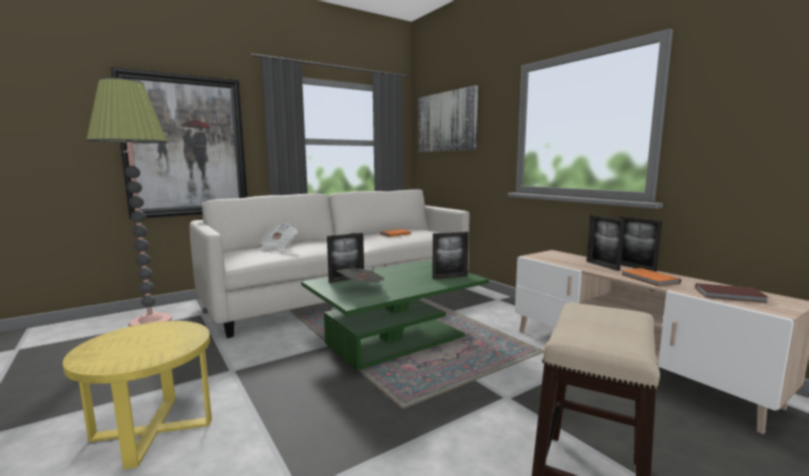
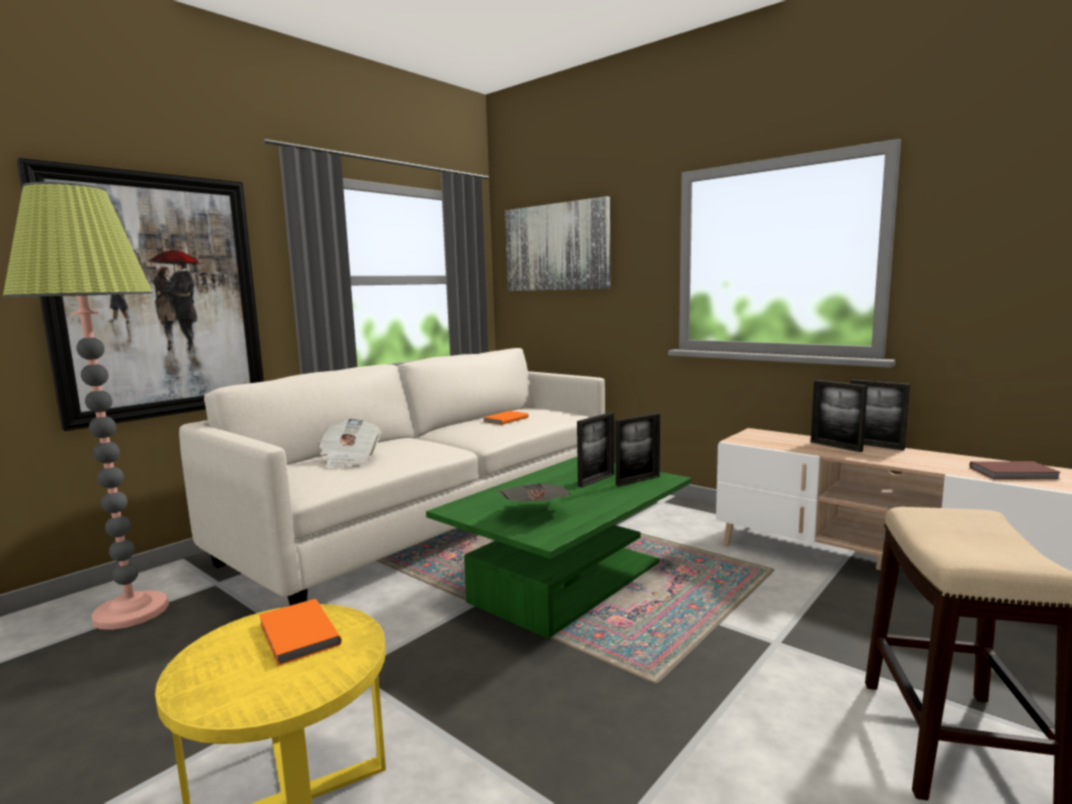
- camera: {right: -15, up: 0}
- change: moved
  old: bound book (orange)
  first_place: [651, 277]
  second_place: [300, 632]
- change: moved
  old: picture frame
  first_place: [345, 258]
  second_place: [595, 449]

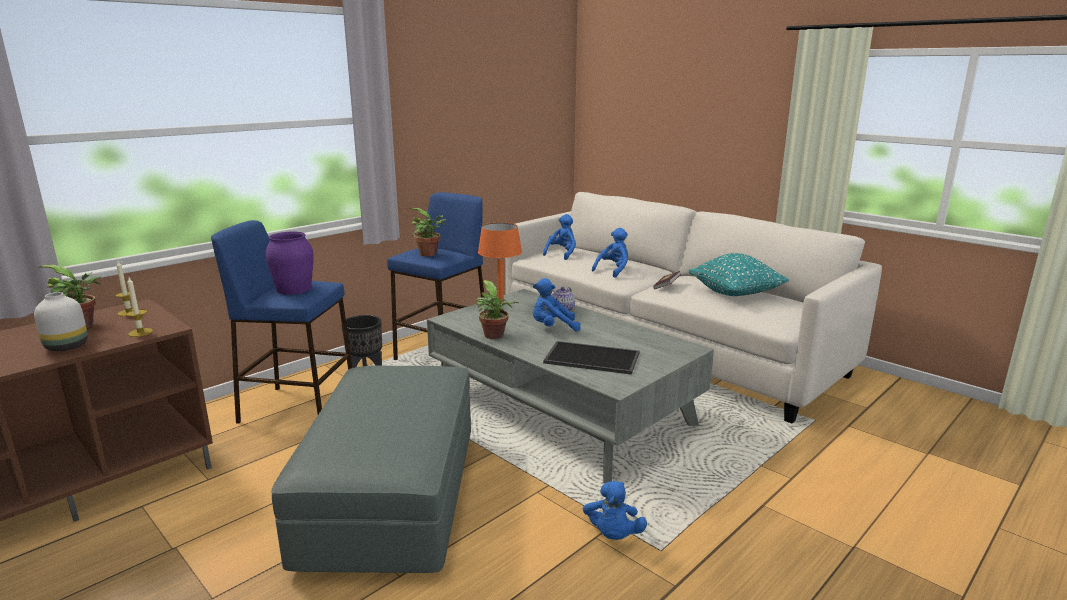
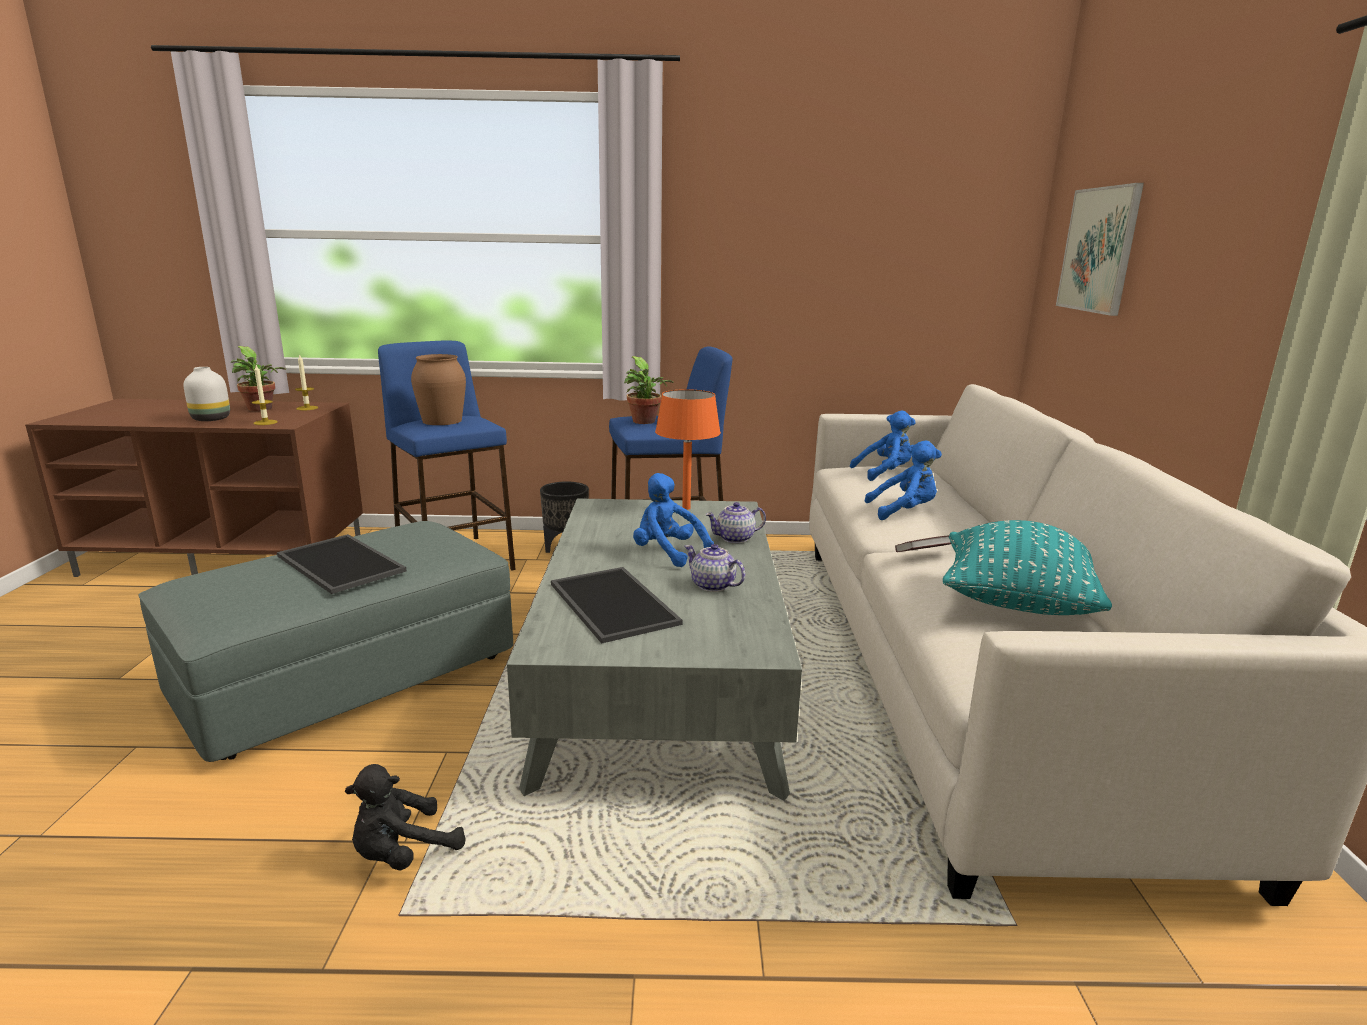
- camera: {right: 45, up: 0}
- change: added
  new: carrying tray
  second_place: [341, 564]
- change: recoloured
  old: cuddly toy (bluish)
  new: cuddly toy (black-coloured)
  first_place: [615, 510]
  second_place: [405, 817]
- change: recoloured
  old: flower vase (purple-coloured)
  new: flower vase (brown)
  first_place: [289, 263]
  second_place: [438, 389]
- change: added
  new: teapot
  second_place: [715, 568]
- change: added
  new: wall art
  second_place: [1100, 249]
- change: removed
  old: potted plant
  first_place: [497, 309]

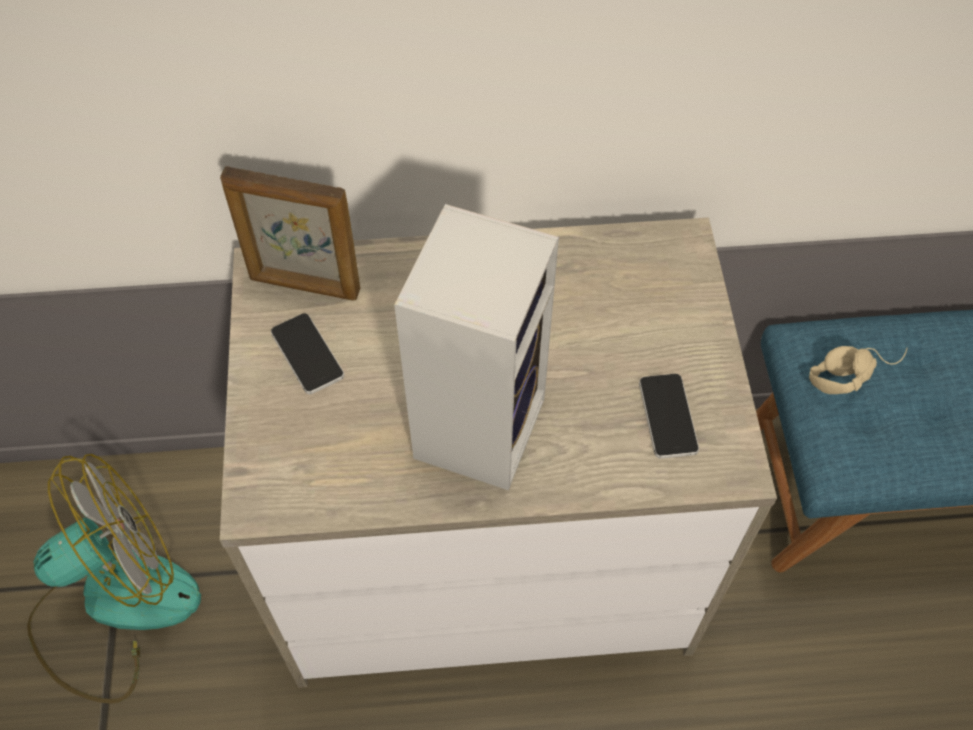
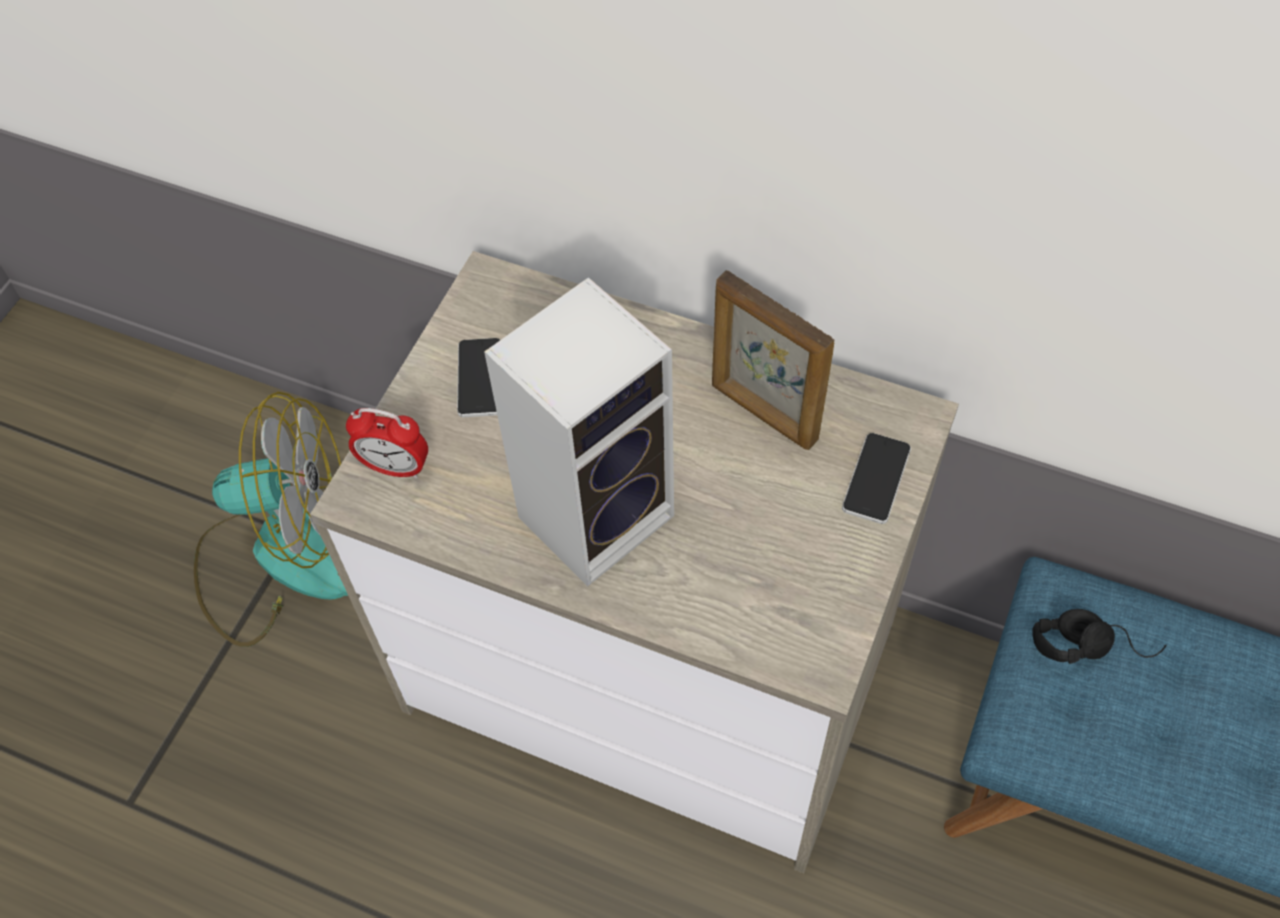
- camera: {right: 30, up: 0}
- change: added
  new: alarm clock
  second_place: [387, 443]
- change: moved
  old: picture frame
  first_place: [290, 233]
  second_place: [773, 360]
- change: moved
  old: handset
  first_place: [669, 416]
  second_place: [876, 478]
- change: recoloured
  old: pair of headphones (beige)
  new: pair of headphones (black-coloured)
  first_place: [858, 370]
  second_place: [1099, 636]

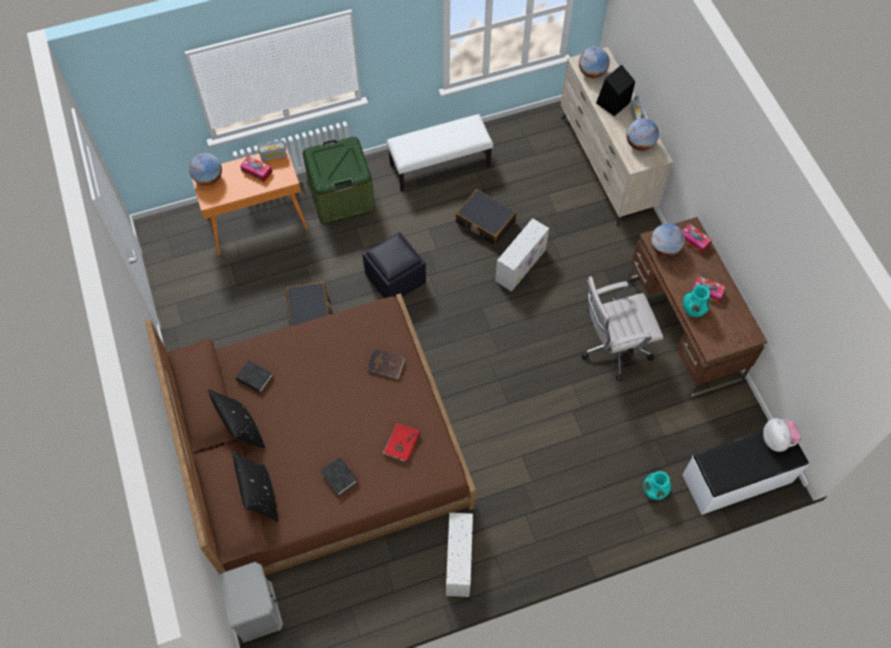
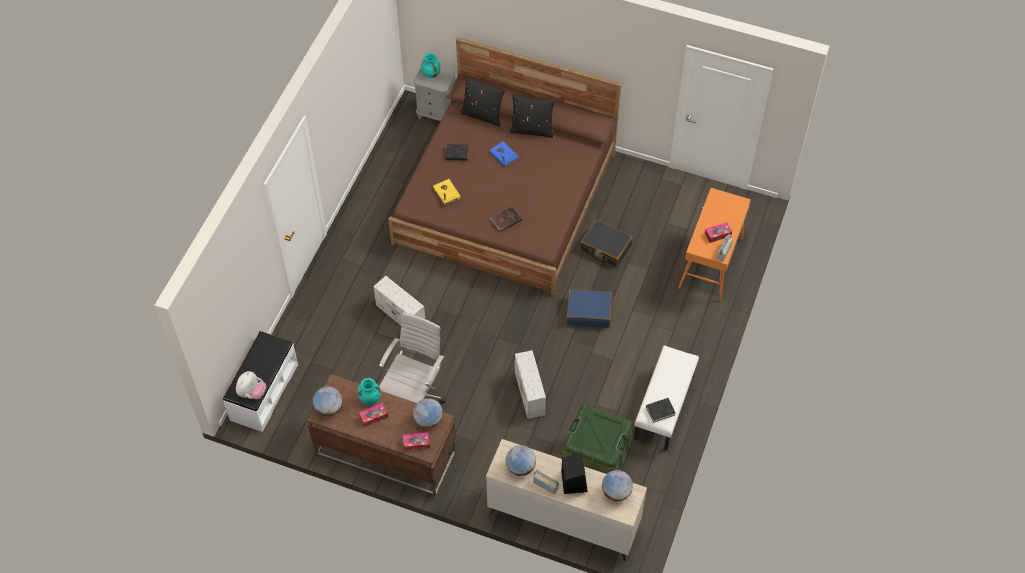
- camera: {right: 130, up: -5}
- change: turned
  old: cuddly toy
  first_place: [782, 435]
  second_place: [251, 385]
  degrees: -90
- change: moved
  old: world globe
  first_place: [205, 169]
  second_place: [328, 401]
- change: moved
  old: storage box (whitish)
  first_place: [459, 555]
  second_place: [399, 300]
- change: moved
  old: flower vase (turquoise)
  first_place: [657, 485]
  second_place: [431, 65]
- change: recoloured
  old: bound book (reddish)
  new: bound book (yellow)
  first_place: [401, 442]
  second_place: [447, 192]
- change: added
  new: bound book (bluish)
  second_place: [504, 154]
- change: moved
  old: storage box (green)
  first_place: [339, 180]
  second_place: [598, 439]
- change: replaced
  old: footrest (black-coloured)
  new: suitcase (bluish)
  first_place: [394, 265]
  second_place: [589, 309]
- change: moved
  old: bound book (black-coloured)
  first_place: [254, 376]
  second_place: [661, 410]
- change: removed
  old: suitcase (black-coloured)
  first_place: [485, 217]

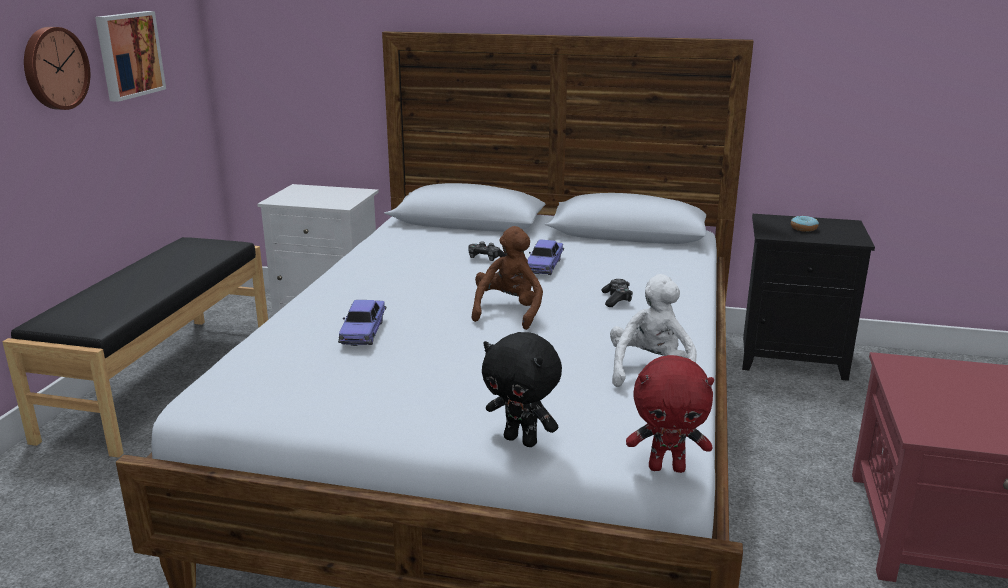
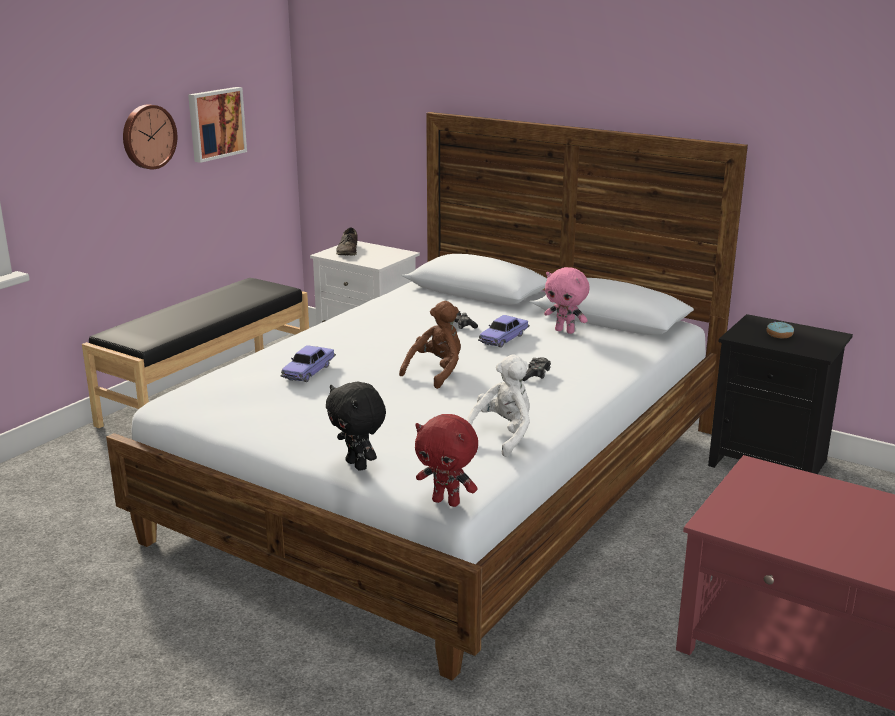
- camera: {right: 20, up: 0}
- change: added
  new: shoe (brown)
  second_place: [347, 242]
- change: added
  new: cuddly toy (pinkish)
  second_place: [566, 300]

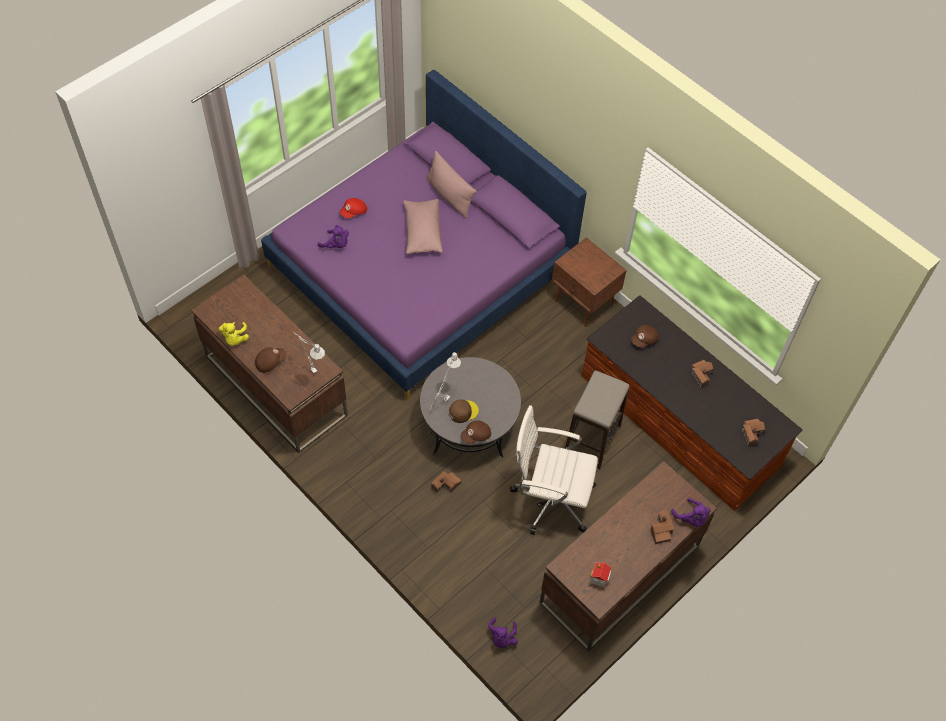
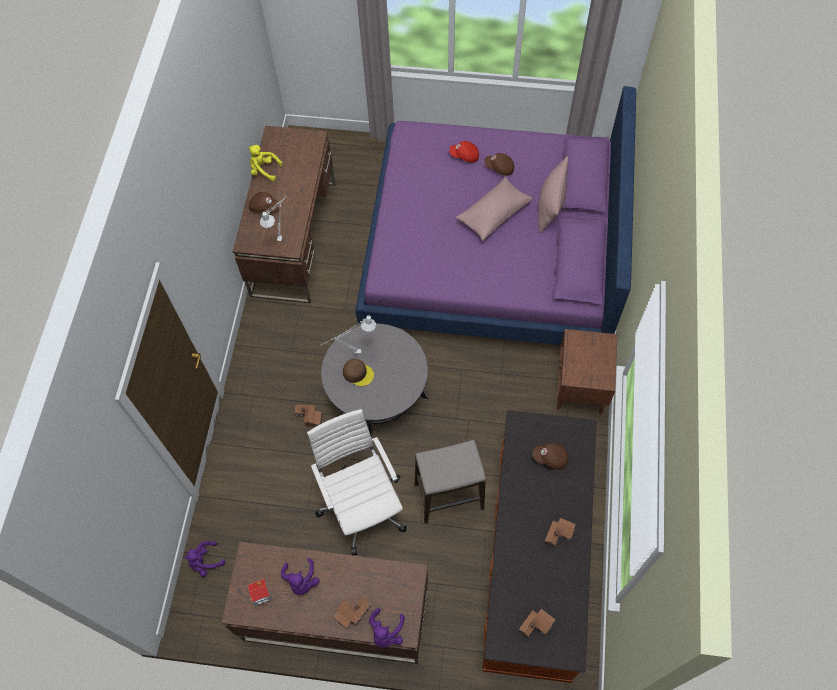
- camera: {right: 55, up: 5}
- change: turned
  old: cuddly toy (yellow)
  first_place: [234, 334]
  second_place: [265, 163]
  degrees: 60
- change: moved
  old: cuddly toy (purple-coloured)
  first_place: [333, 236]
  second_place: [300, 576]
- change: moved
  old: cap (brown)
  first_place: [476, 432]
  second_place: [499, 164]

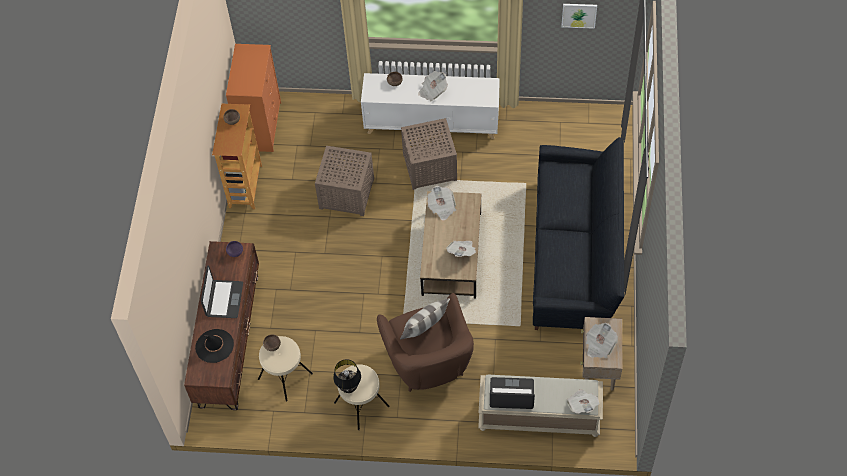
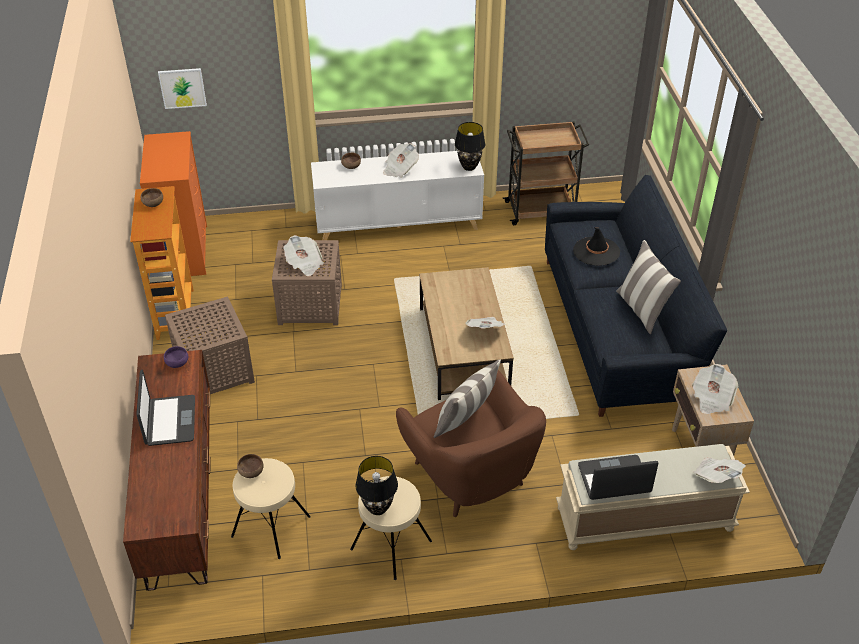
- camera: {right: -15, up: -15}
- change: moved
  old: wall art
  first_place: [579, 16]
  second_place: [182, 88]
- change: moved
  old: side table (brown)
  first_place: [429, 154]
  second_place: [210, 345]
- change: moved
  old: newspaper
  first_place: [441, 203]
  second_place: [303, 255]
- change: added
  new: tabletop lamp (black-coloured)
  second_place: [470, 146]
- change: added
  new: cart (brown)
  second_place: [546, 173]
- change: moved
  old: wearable hat (black-coloured)
  first_place: [214, 346]
  second_place: [596, 246]
- change: added
  new: cushion
  second_place: [648, 287]

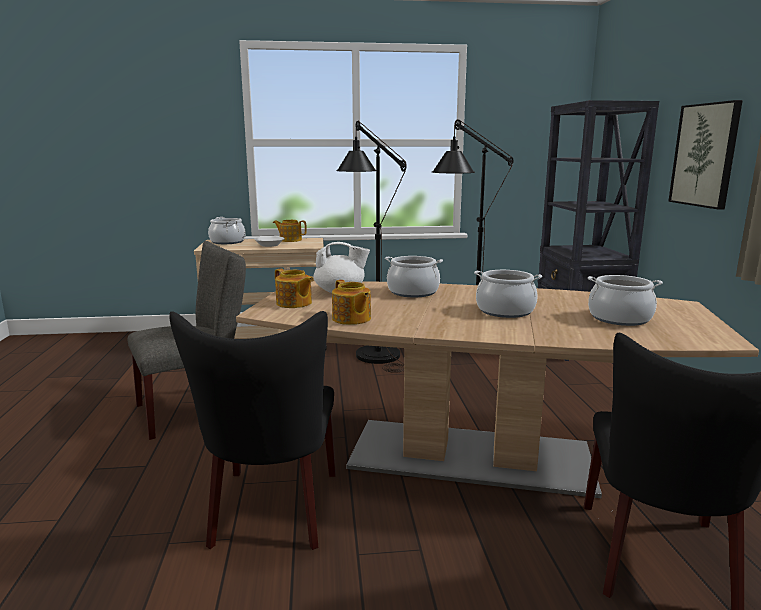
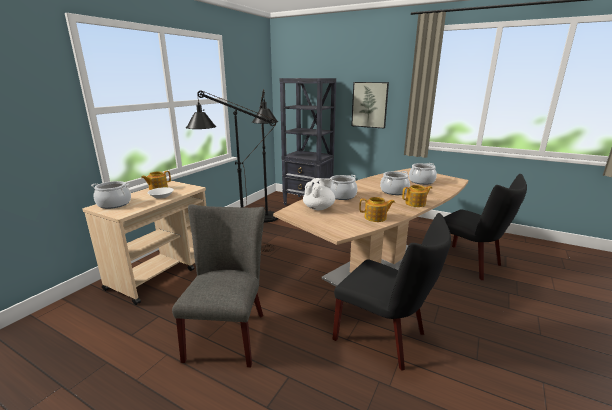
- camera: {right: -55, up: 5}
- change: moved
  old: teapot
  first_place: [294, 288]
  second_place: [417, 196]

